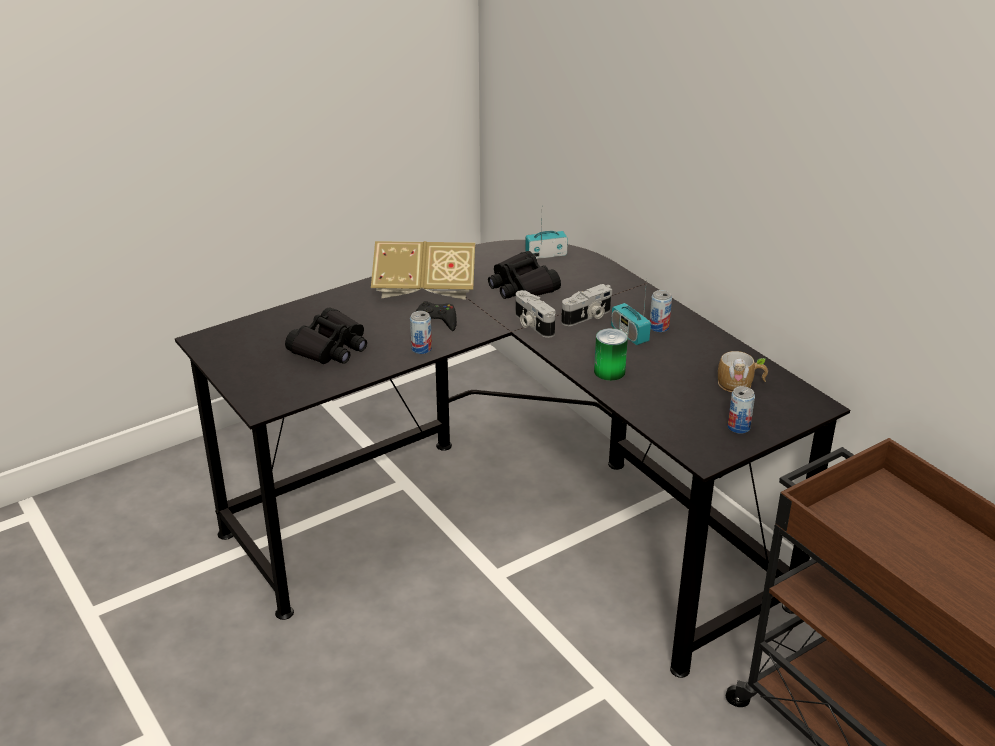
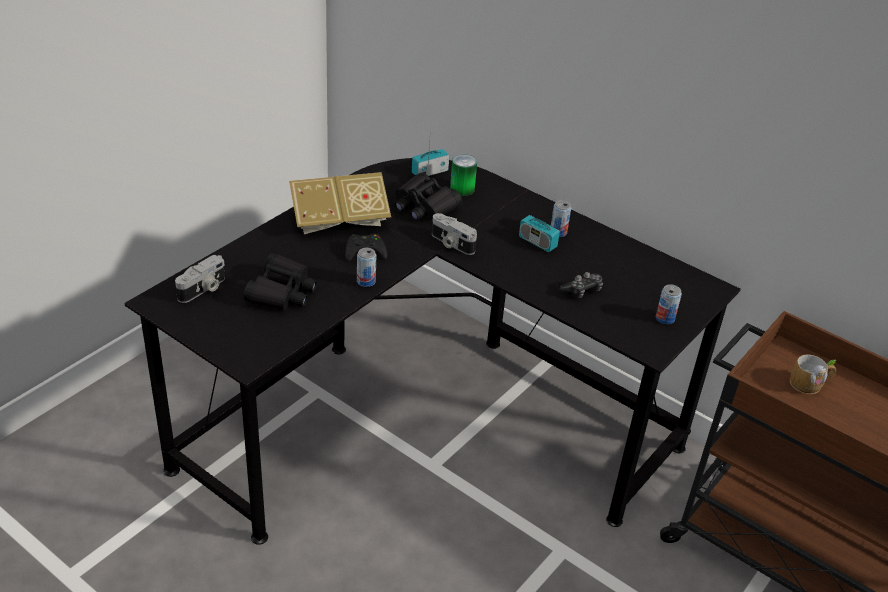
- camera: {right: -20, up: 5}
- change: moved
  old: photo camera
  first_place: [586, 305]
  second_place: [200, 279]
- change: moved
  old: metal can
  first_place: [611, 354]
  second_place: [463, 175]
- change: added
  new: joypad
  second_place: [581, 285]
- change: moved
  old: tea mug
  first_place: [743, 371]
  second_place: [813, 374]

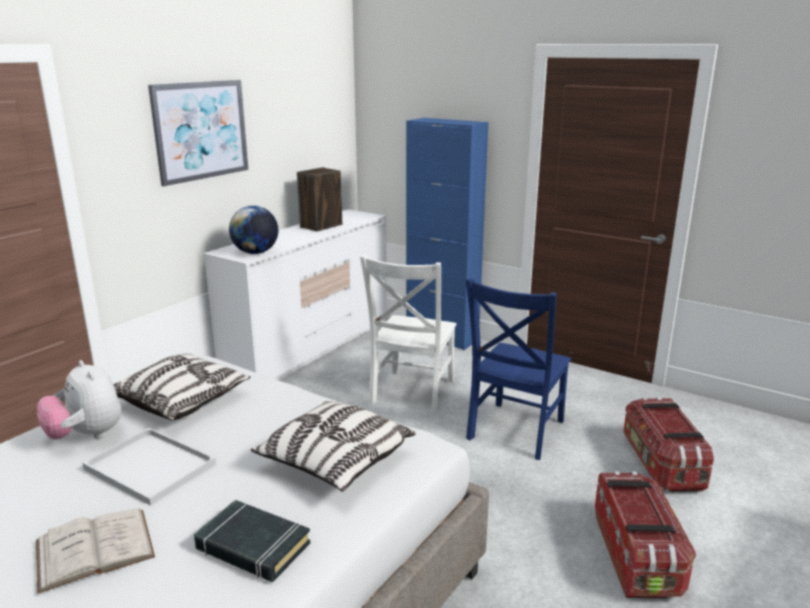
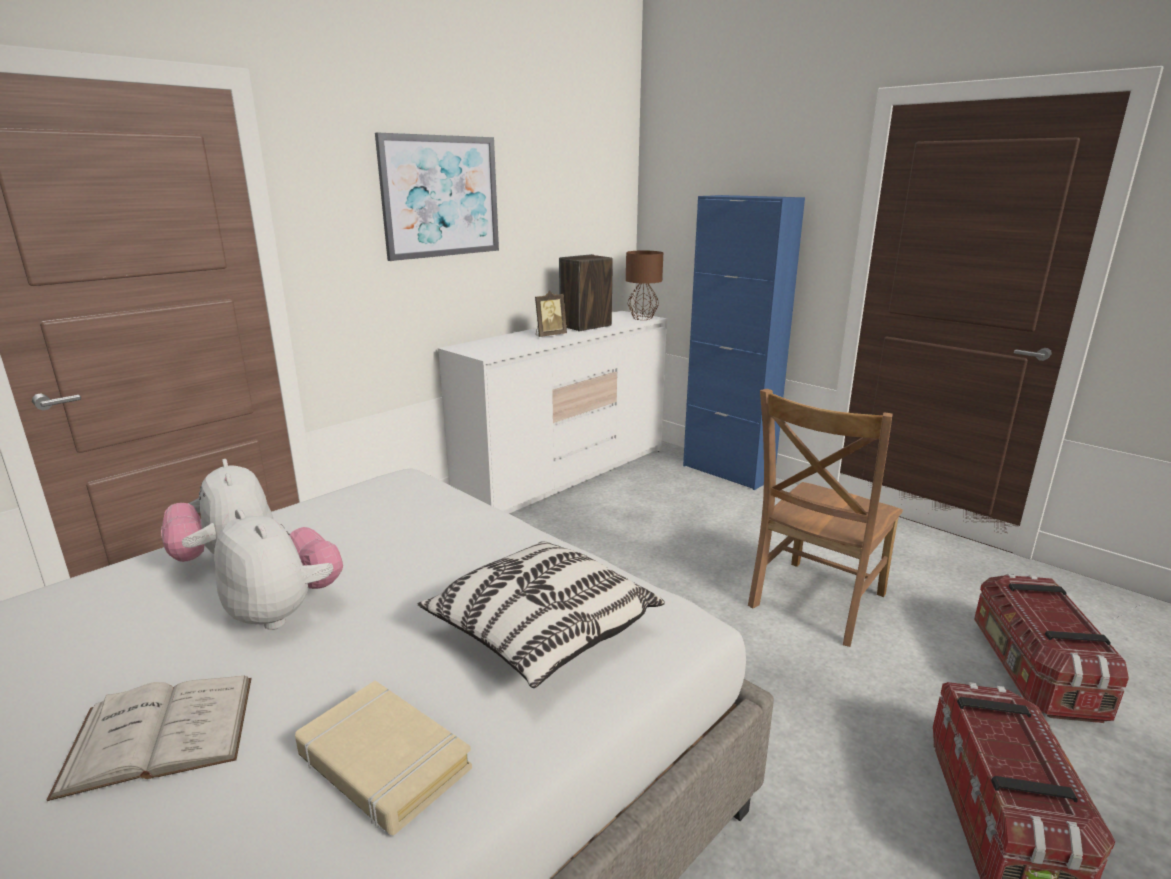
- camera: {right: 10, up: 0}
- change: replaced
  old: carrying tray (whitish)
  new: cuddly toy
  first_place: [149, 466]
  second_place: [278, 569]
- change: recoloured
  old: bound book (black-coloured)
  new: bound book (beige)
  first_place: [252, 541]
  second_place: [383, 757]
- change: added
  new: picture frame
  second_place: [551, 314]
- change: added
  new: tabletop lamp (brown)
  second_place: [644, 285]
- change: recoloured
  old: plain chair (bluish)
  new: plain chair (brown)
  first_place: [518, 369]
  second_place: [825, 518]
- change: removed
  old: cushion
  first_place: [181, 386]
- change: removed
  old: world globe
  first_place: [253, 229]
- change: removed
  old: plain chair (whitish)
  first_place: [408, 334]

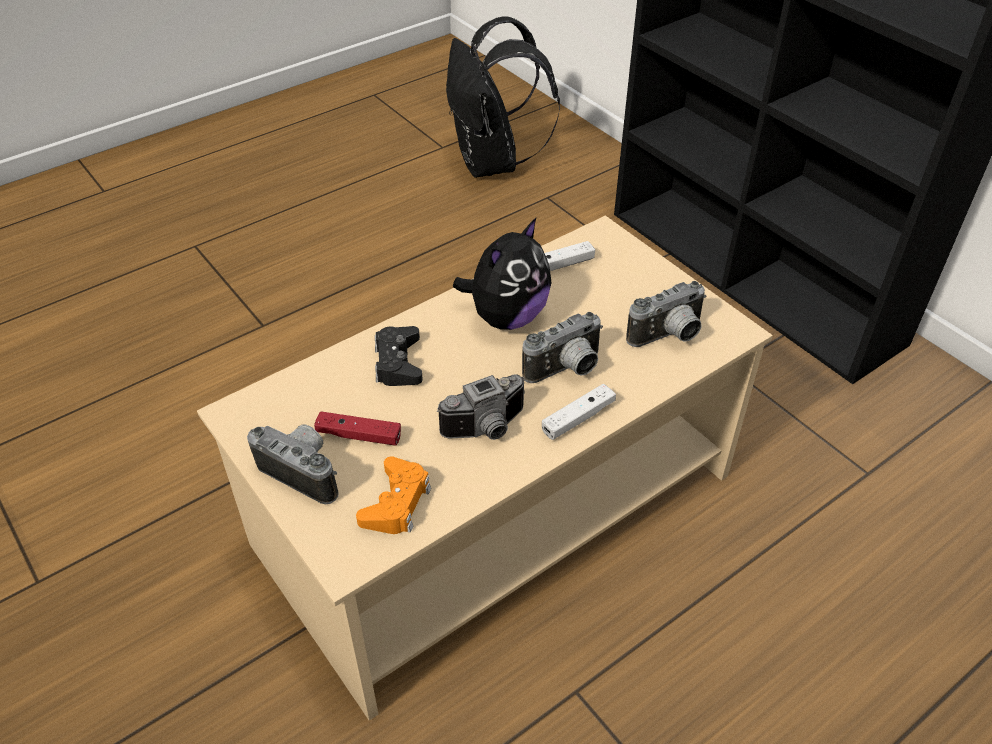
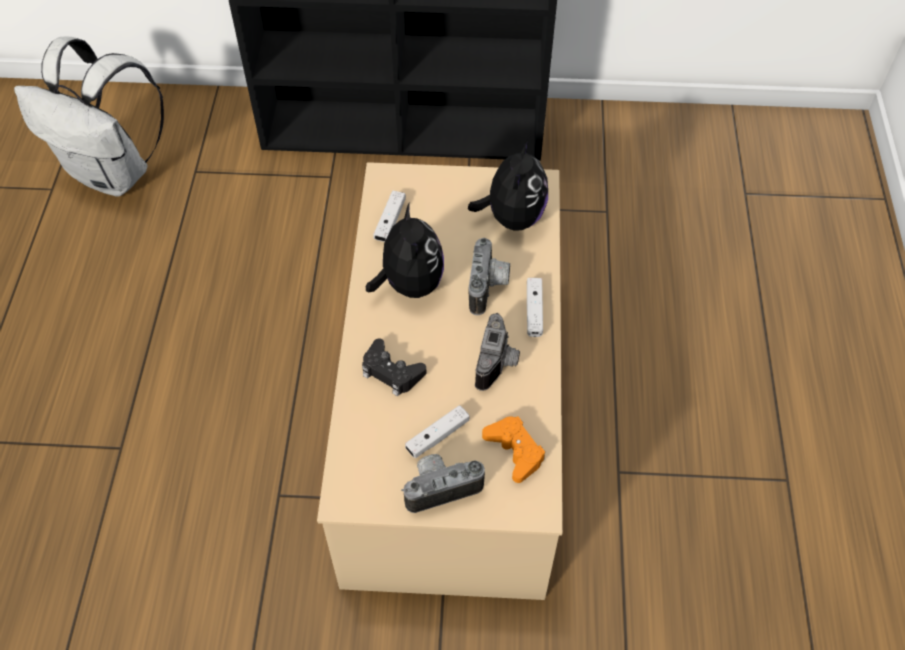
- camera: {right: -50, up: 10}
- change: recoloured
  old: knapsack (black-coloured)
  new: knapsack (whitish)
  first_place: [503, 97]
  second_place: [89, 116]
- change: recoloured
  old: joypad (reddish)
  new: joypad (whitish)
  first_place: [357, 428]
  second_place: [437, 431]
- change: replaced
  old: photo camera
  new: cuddly toy
  first_place: [666, 314]
  second_place: [508, 184]

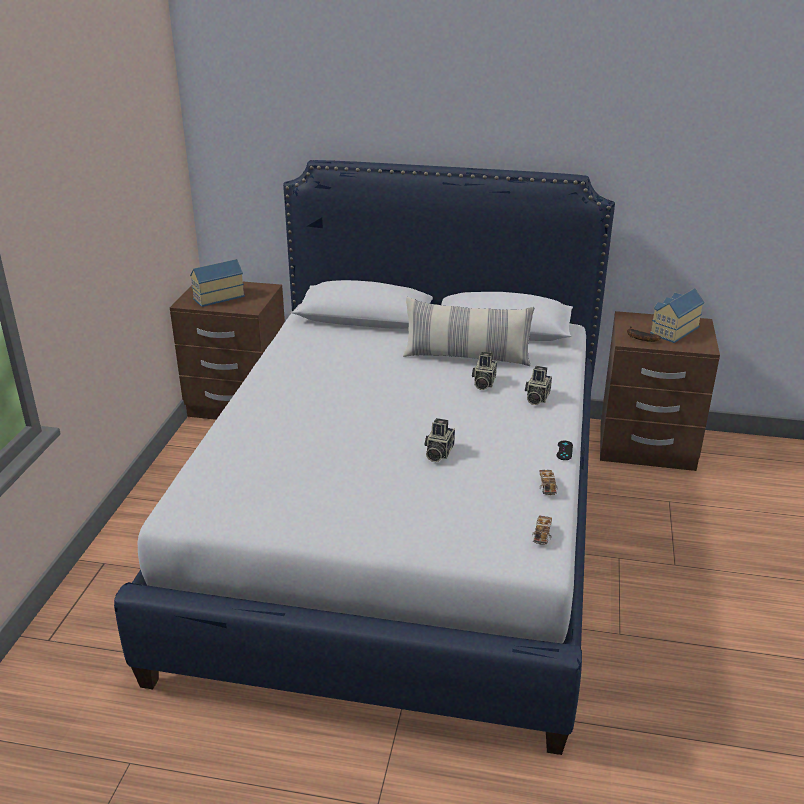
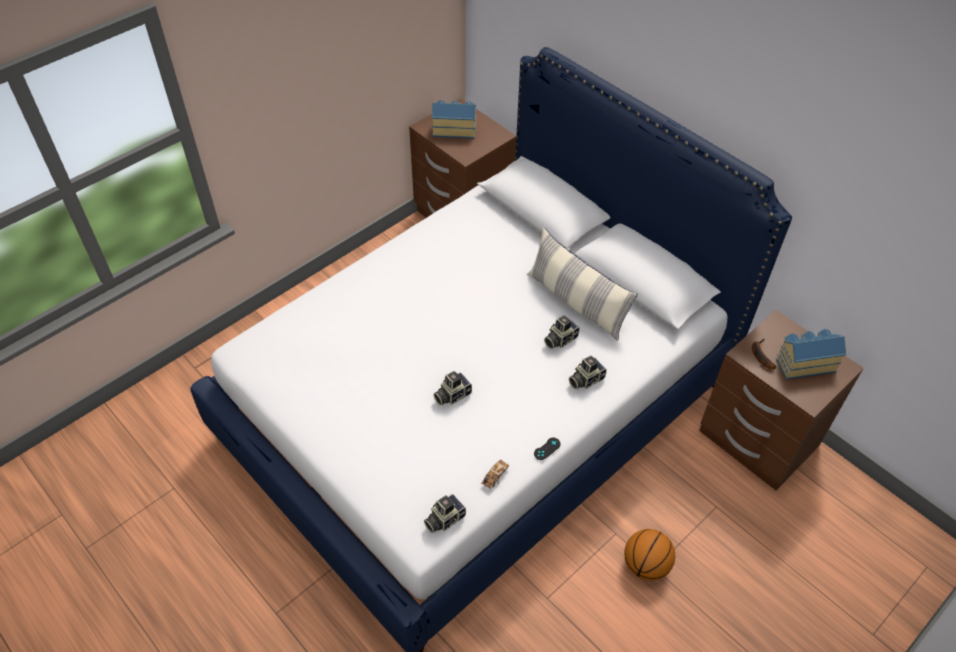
- camera: {right: 35, up: 20}
- change: replaced
  old: model car
  new: photo camera
  first_place: [542, 530]
  second_place: [445, 513]
- change: added
  new: basketball ball
  second_place: [649, 555]

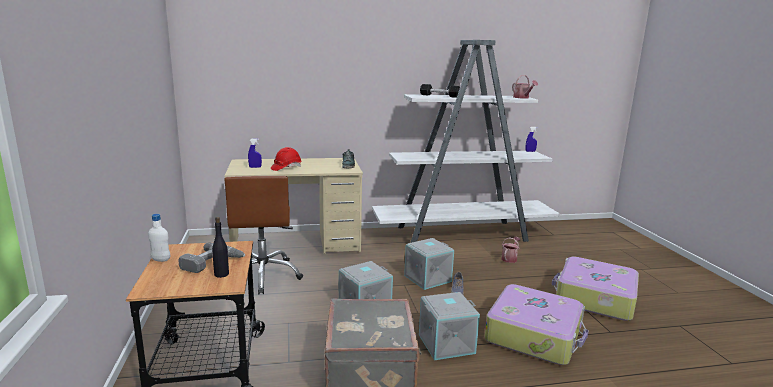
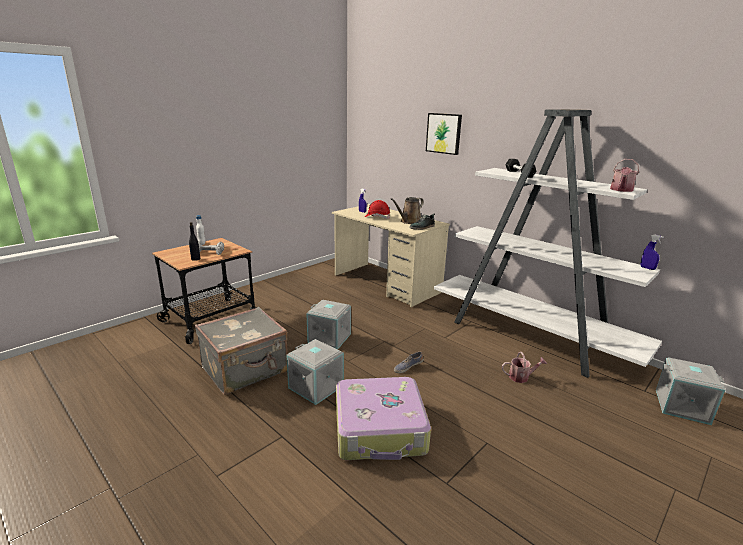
- camera: {right: 55, up: 5}
- change: added
  new: watering can (brown)
  second_place: [407, 210]
- change: added
  new: wall art
  second_place: [444, 134]
- change: moved
  old: storage box (greyish)
  first_place: [429, 264]
  second_place: [690, 391]
- change: removed
  old: desk chair (brown)
  first_place: [263, 235]
- change: removed
  old: suitcase
  first_place: [595, 288]

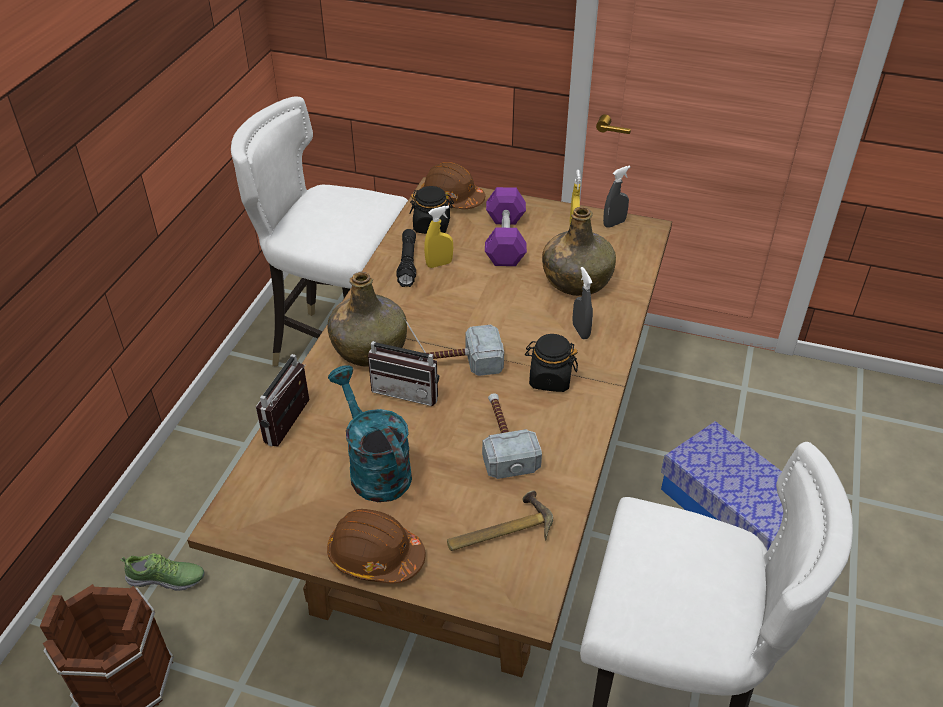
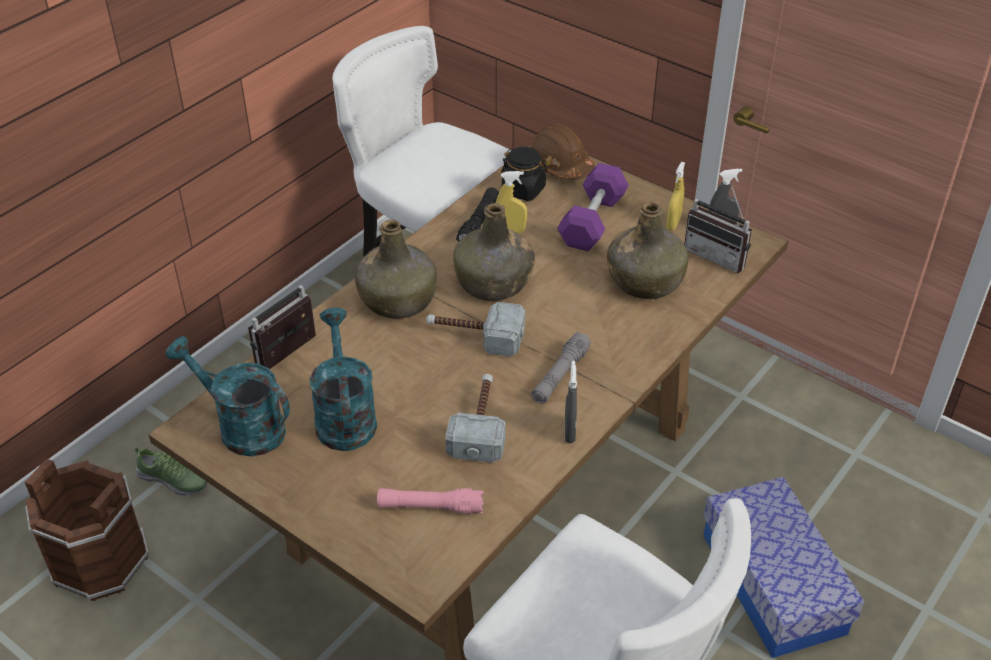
- camera: {right: 20, up: 0}
- change: added
  new: watering can (turquoise)
  second_place: [228, 396]
- change: replaced
  old: hammer
  new: hand torch (pinkish)
  first_place: [500, 520]
  second_place: [430, 501]
- change: added
  new: beverage bottle (green)
  second_place: [494, 252]
- change: replaced
  old: jar (black-coloured)
  new: hand torch (greyish)
  first_place: [551, 363]
  second_place: [561, 367]
- change: moved
  old: hand sprayer (greyish)
  first_place: [583, 303]
  second_place: [571, 402]
- change: moved
  old: radio
  first_place: [403, 361]
  second_place: [718, 228]
- change: removed
  old: safety helmet (brown)
  first_place: [376, 546]

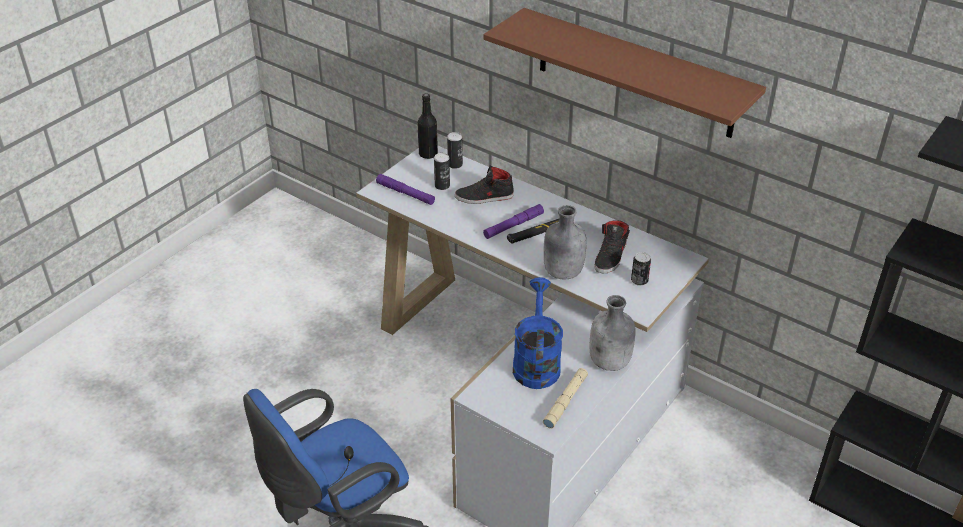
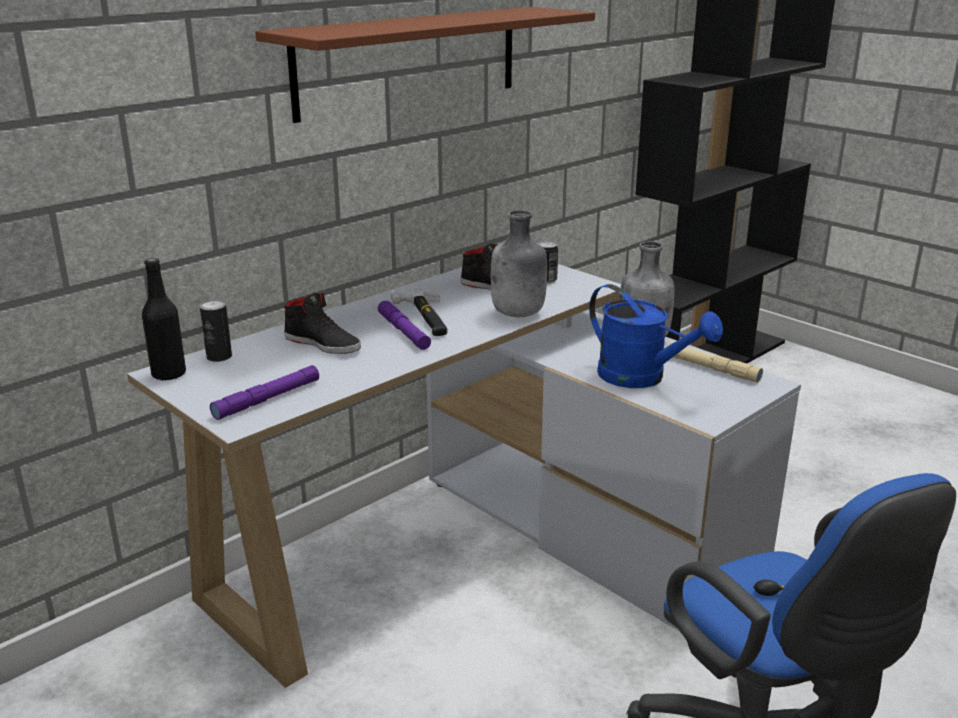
- camera: {right: -80, up: -15}
- change: turned
  old: shoe (black-coloured)
  first_place: [484, 184]
  second_place: [322, 323]
  degrees: -60
- change: turned
  old: watering can (bluish)
  first_place: [538, 333]
  second_place: [656, 336]
  degrees: -150
- change: removed
  old: metal can
  first_place: [442, 171]

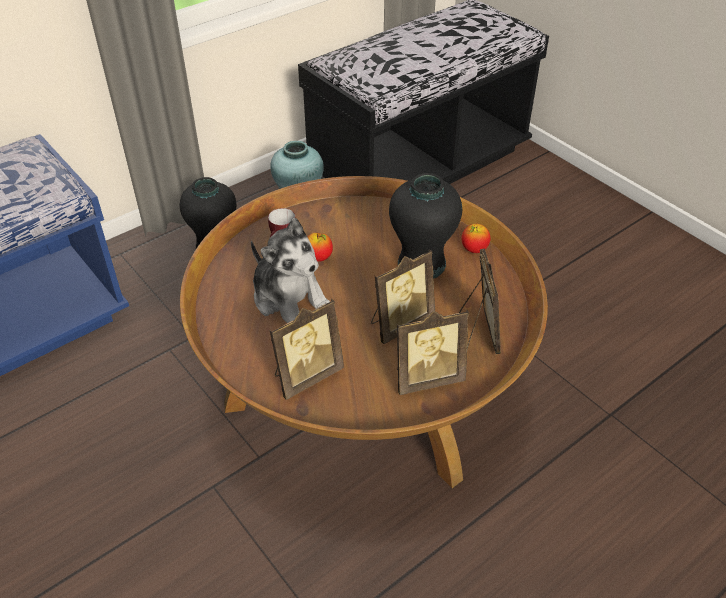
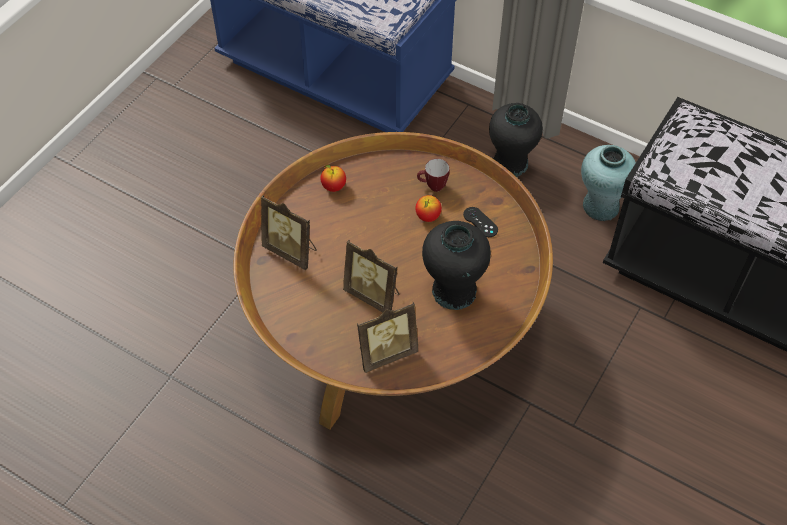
- camera: {right: 70, up: 10}
- change: moved
  old: whole apple
  first_place: [475, 238]
  second_place: [333, 178]
- change: added
  new: joypad (black-coloured)
  second_place: [480, 222]
- change: removed
  old: cuddly toy
  first_place: [290, 270]
- change: removed
  old: picture frame
  first_place: [433, 352]

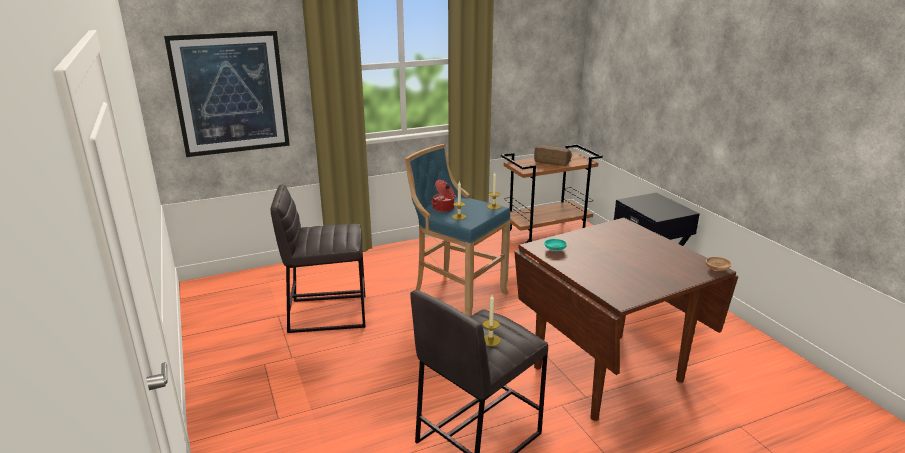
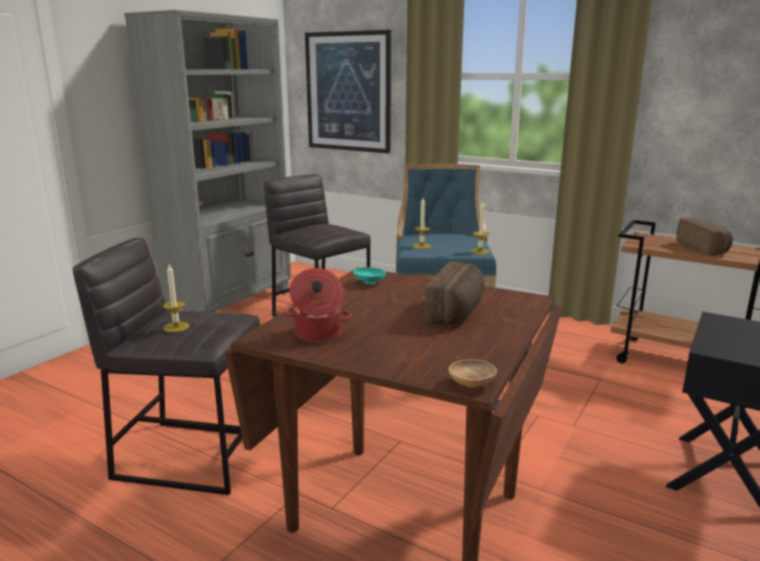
- camera: {right: 55, up: -5}
- change: added
  new: shelving unit (greyish)
  second_place: [207, 161]
- change: moved
  old: stockpot
  first_place: [443, 196]
  second_place: [318, 305]
- change: added
  new: bakery bread
  second_place: [455, 293]

